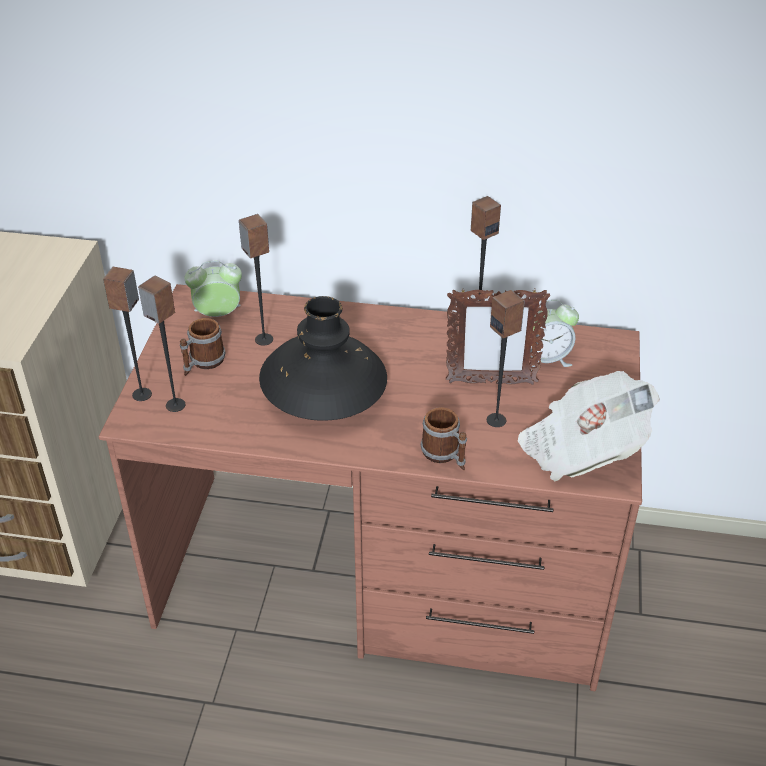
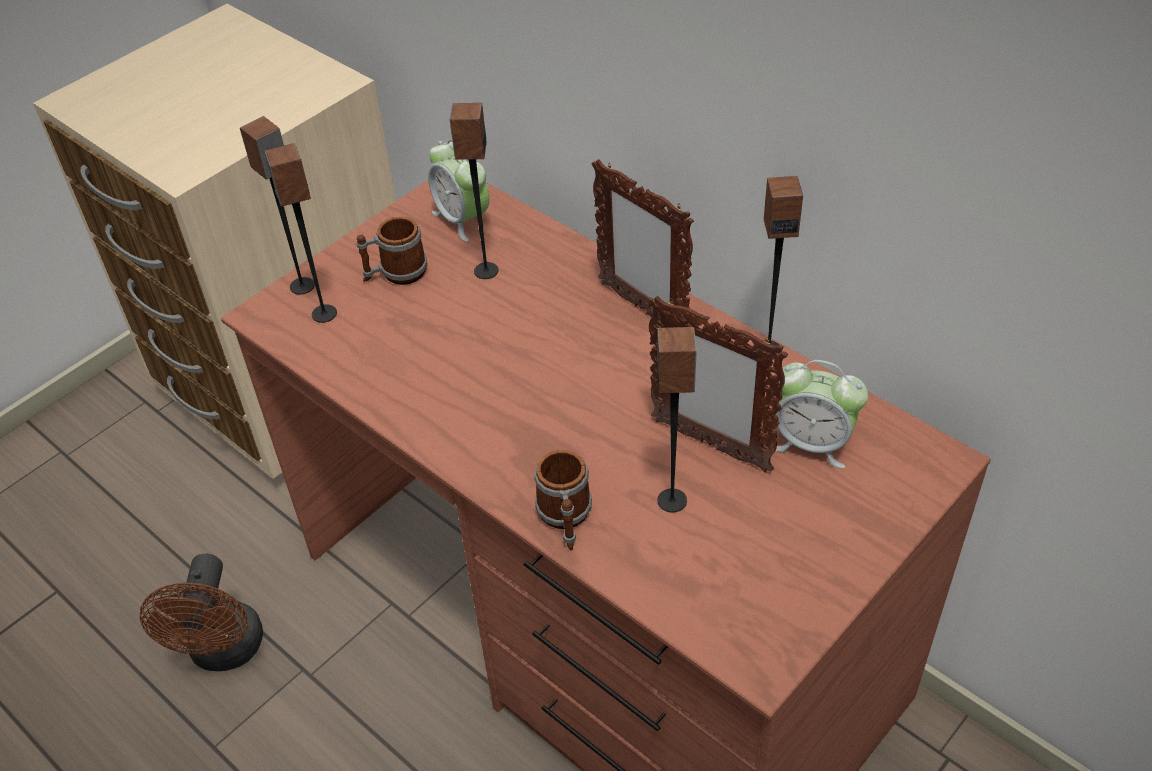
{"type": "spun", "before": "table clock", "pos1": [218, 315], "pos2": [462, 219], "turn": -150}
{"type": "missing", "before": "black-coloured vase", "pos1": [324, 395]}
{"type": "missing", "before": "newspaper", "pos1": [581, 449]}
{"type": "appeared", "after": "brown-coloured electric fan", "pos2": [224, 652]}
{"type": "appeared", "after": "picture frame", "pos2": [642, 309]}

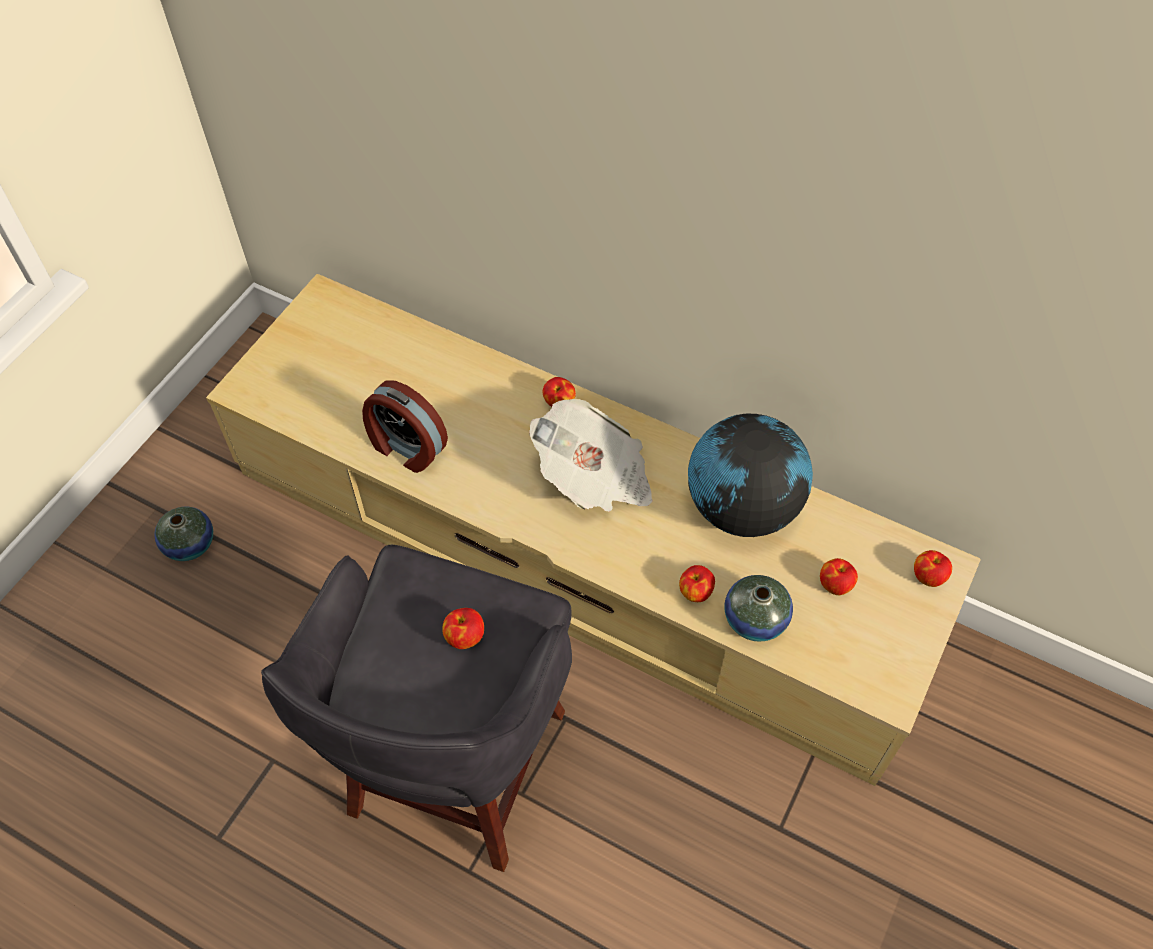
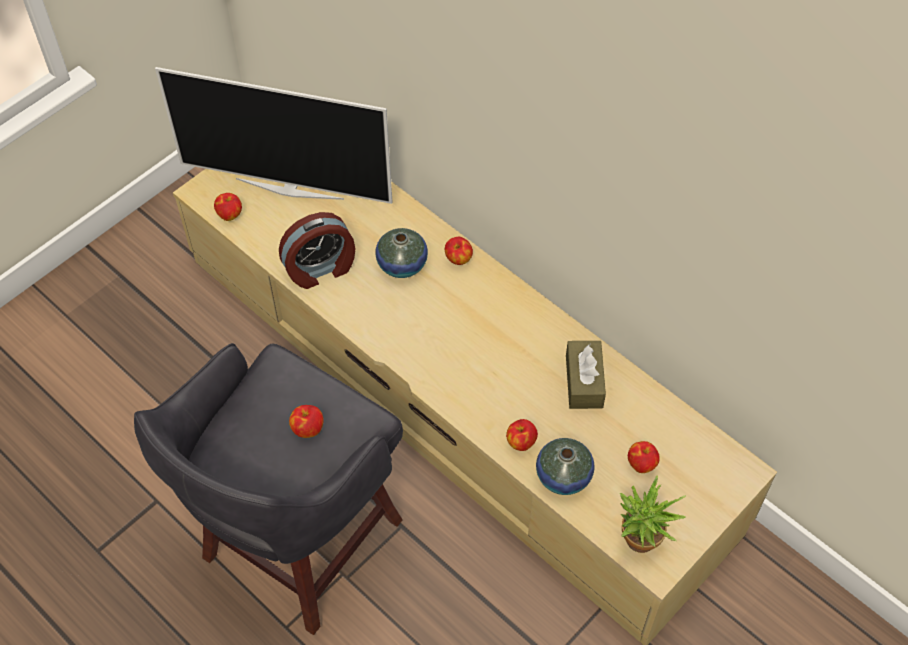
{"type": "relocated", "before": "vase", "pos1": [190, 544], "pos2": [402, 264]}
{"type": "spun", "before": "table clock", "pos1": [406, 448], "pos2": [320, 269], "turn": -75}
{"type": "missing", "before": "newspaper", "pos1": [594, 477]}
{"type": "exchanged", "before": "world globe", "after": "brown-coloured tissue box", "pos1": [741, 507], "pos2": [584, 381]}
{"type": "relocated", "before": "apple", "pos1": [928, 576], "pos2": [230, 214]}
{"type": "appeared", "after": "TV", "pos2": [290, 187]}
{"type": "appeared", "after": "potted plant", "pos2": [639, 545]}

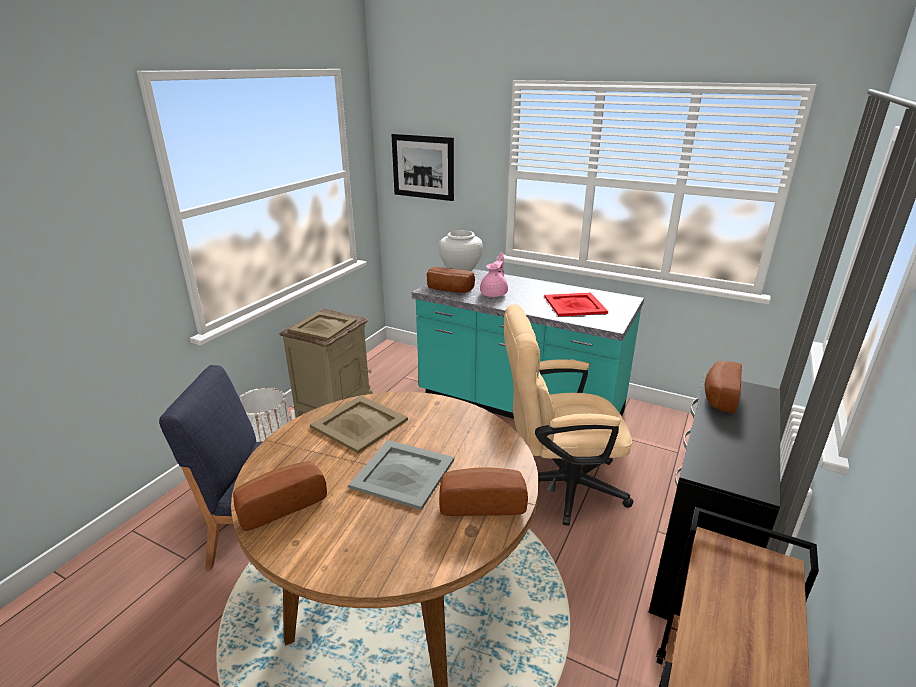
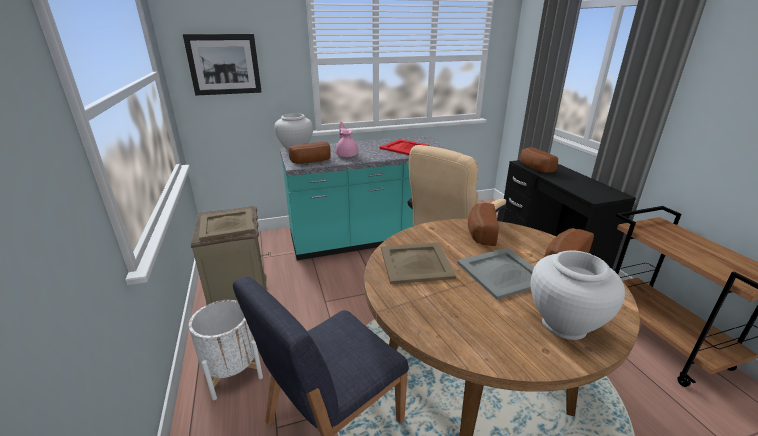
{"type": "relocated", "before": "bread", "pos1": [280, 504], "pos2": [480, 233]}
{"type": "appeared", "after": "white vase", "pos2": [564, 325]}

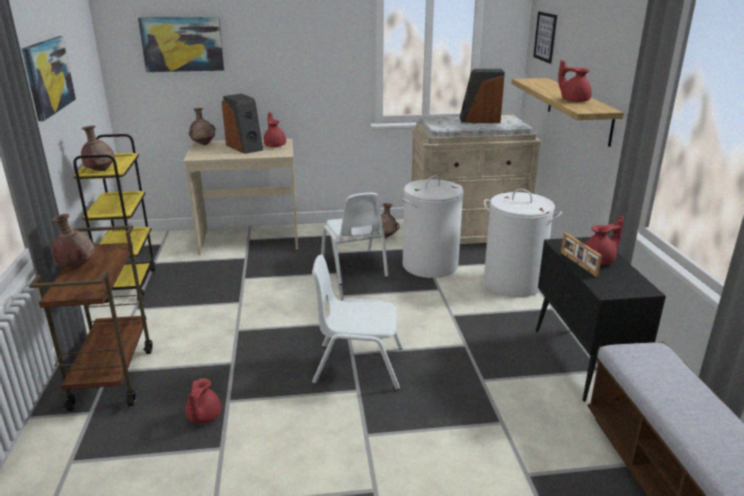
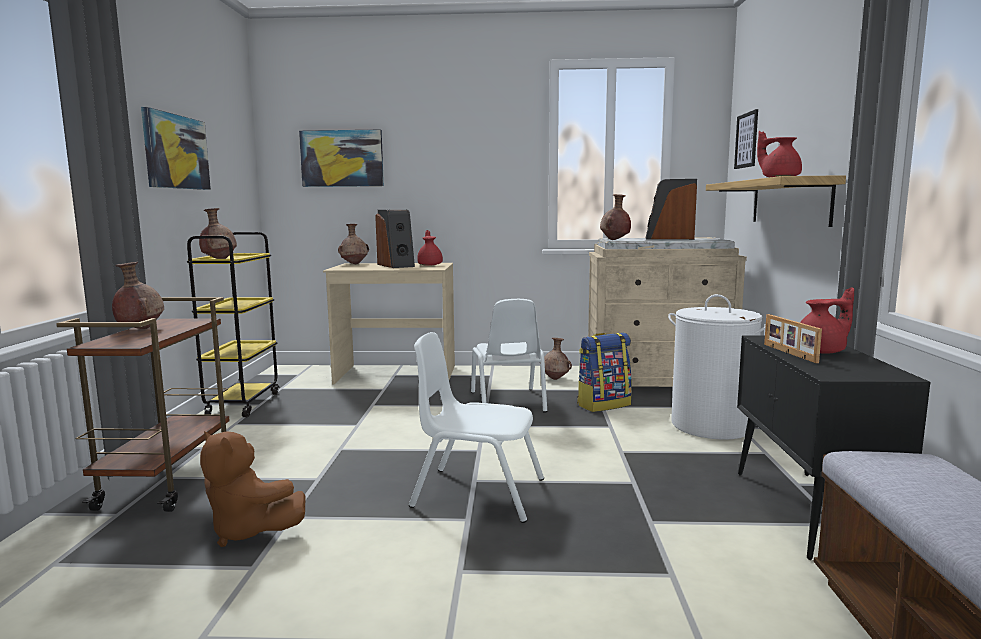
{"type": "exchanged", "before": "red-coloured tea pot", "after": "brown-coloured cuddly toy", "pos1": [203, 417], "pos2": [249, 531]}
{"type": "exchanged", "before": "white washing basket", "after": "backpack", "pos1": [430, 265], "pos2": [603, 404]}
{"type": "appeared", "after": "brown-coloured vase", "pos2": [615, 240]}

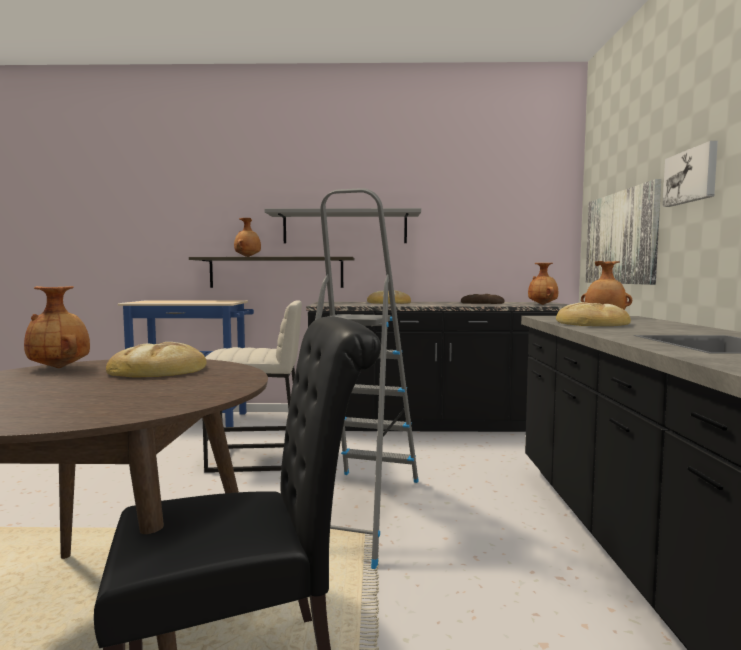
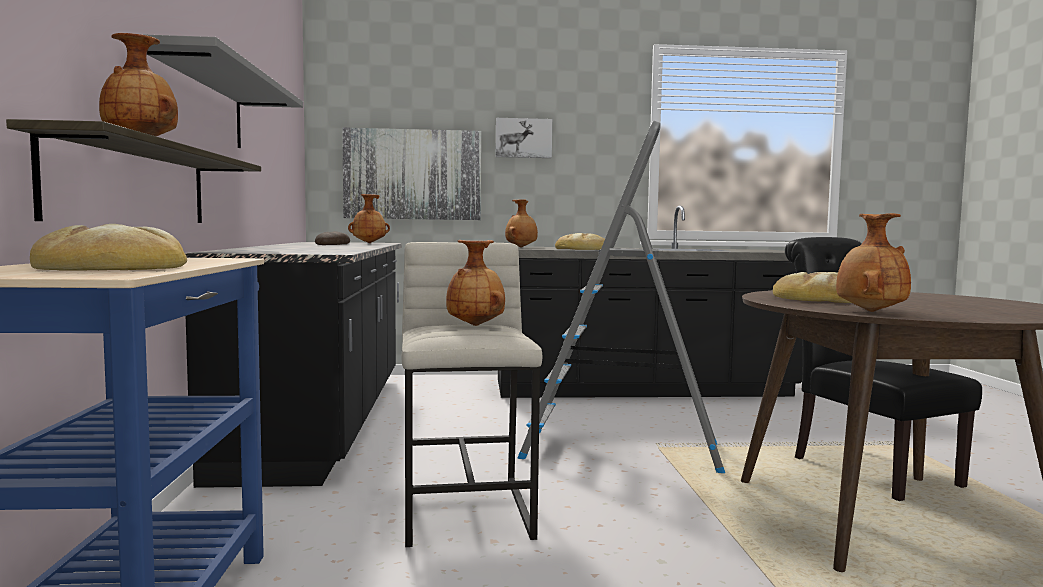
{"type": "relocated", "before": "bread", "pos1": [388, 303], "pos2": [115, 267]}
{"type": "appeared", "after": "brown-coloured vase", "pos2": [476, 325]}

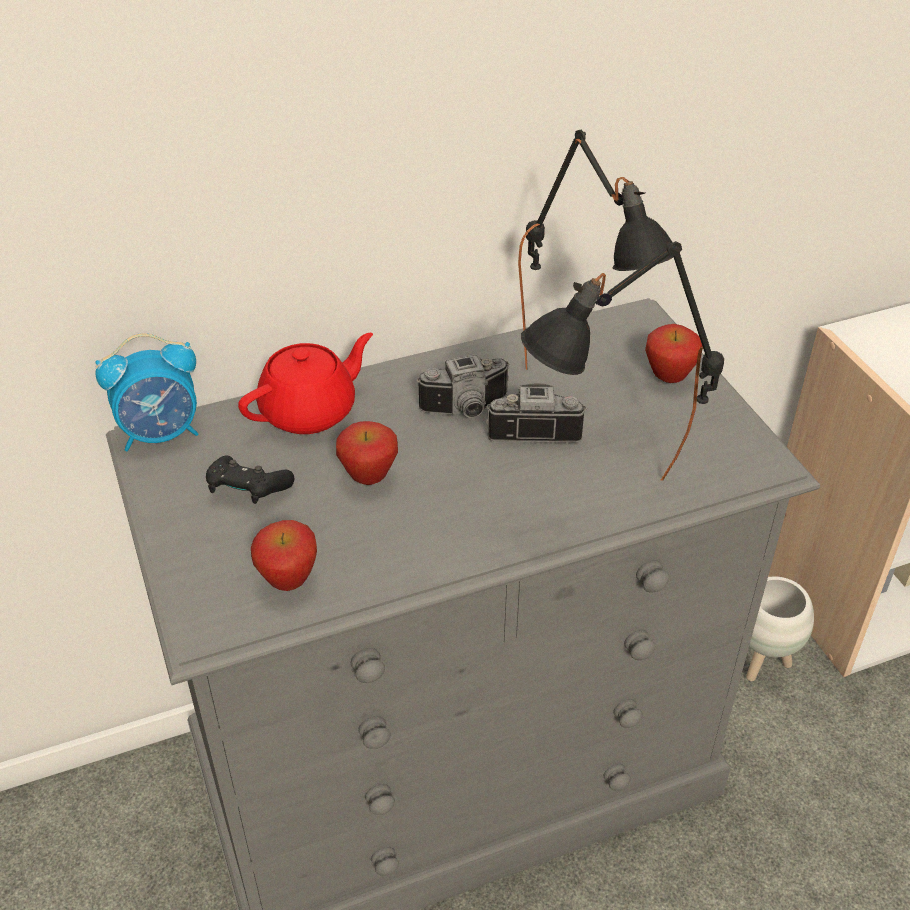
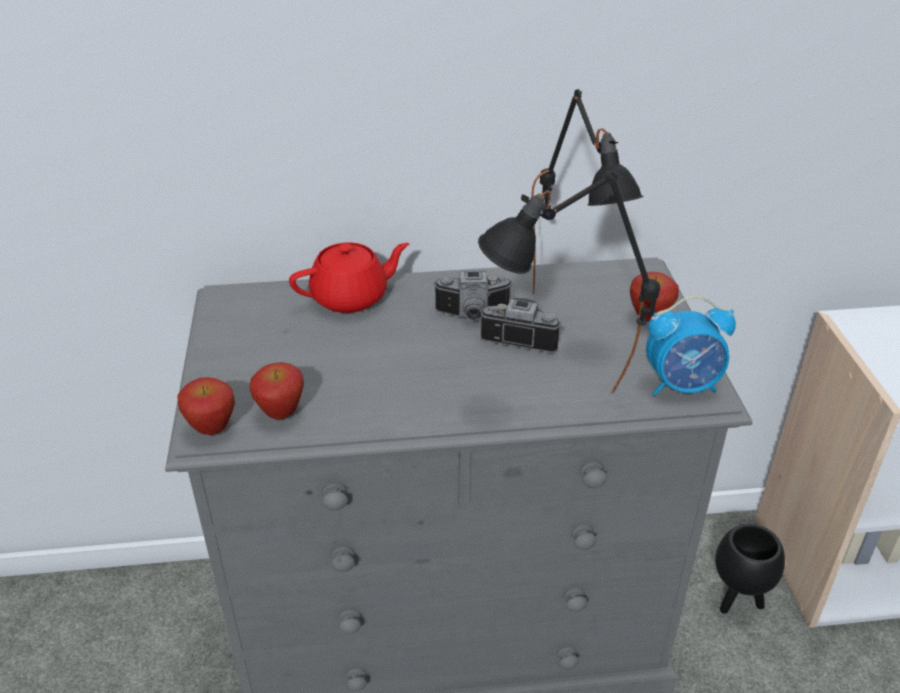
{"type": "relocated", "before": "table clock", "pos1": [161, 434], "pos2": [682, 385]}
{"type": "missing", "before": "black-coloured joypad", "pos1": [248, 491]}
{"type": "relocated", "before": "apple", "pos1": [369, 478], "pos2": [212, 429]}
{"type": "colour", "before": "white planter", "after": "black-coloured planter", "pos1": [762, 663], "pos2": [737, 600]}

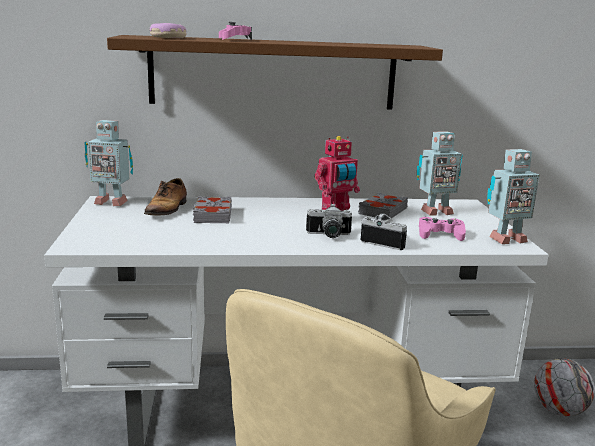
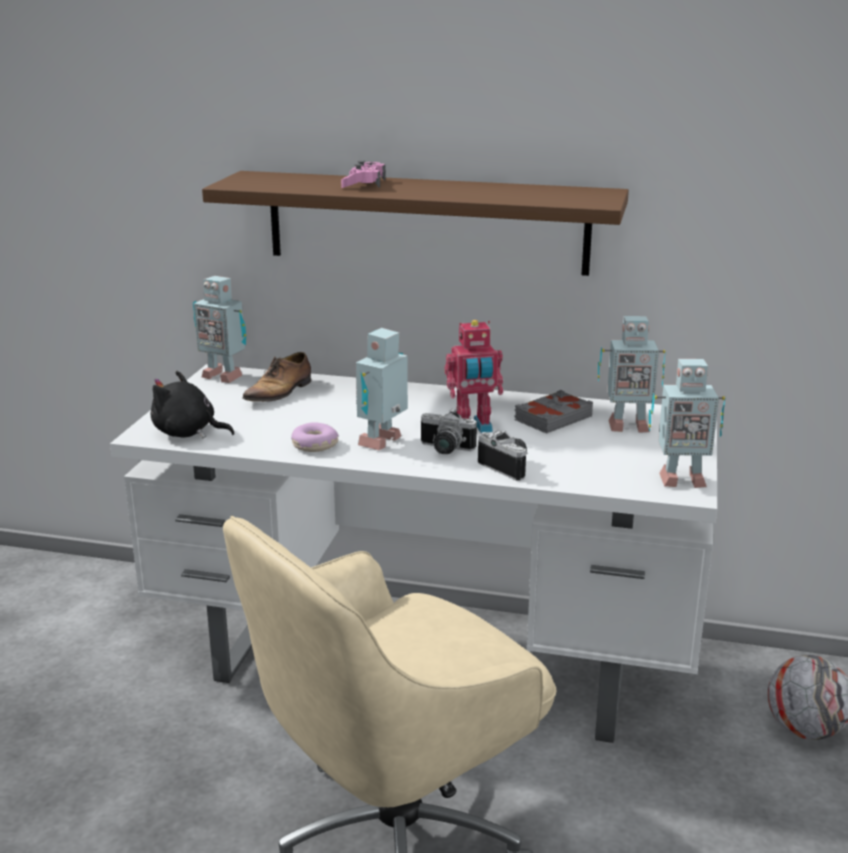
{"type": "relocated", "before": "donut", "pos1": [167, 38], "pos2": [314, 445]}
{"type": "missing", "before": "greyish book", "pos1": [212, 215]}
{"type": "missing", "before": "pink joypad", "pos1": [440, 234]}
{"type": "appeared", "after": "black-coloured cuddly toy", "pos2": [188, 433]}
{"type": "appeared", "after": "model robot", "pos2": [384, 442]}

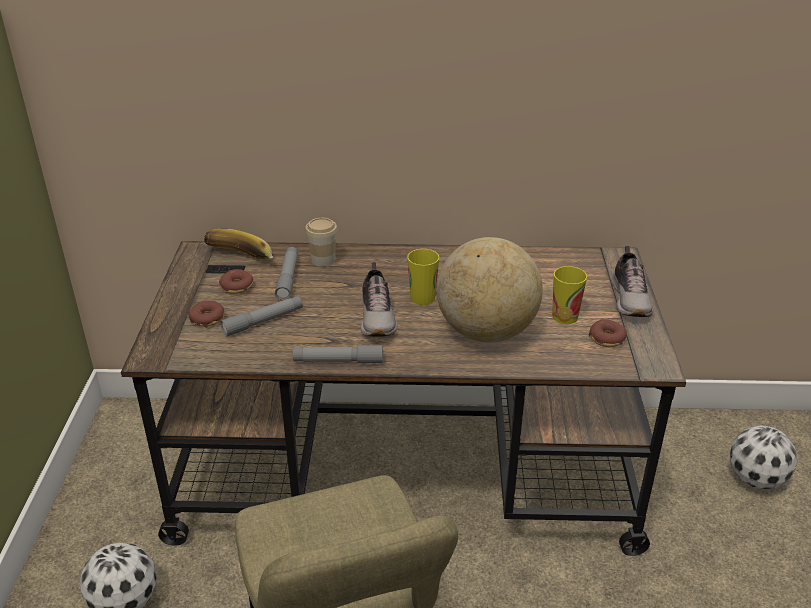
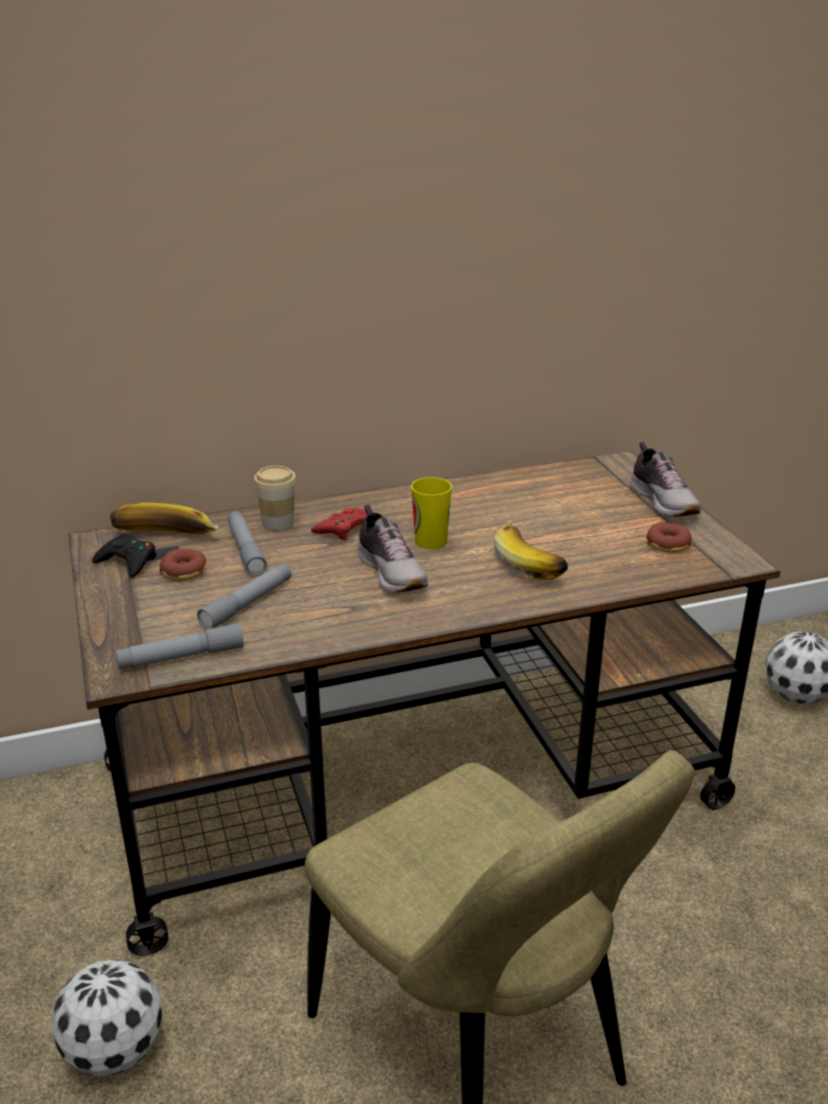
{"type": "missing", "before": "donut", "pos1": [207, 318]}
{"type": "relocated", "before": "greyish torch", "pos1": [338, 361], "pos2": [181, 657]}
{"type": "exchanged", "before": "world globe", "after": "banana", "pos1": [486, 332], "pos2": [532, 563]}
{"type": "missing", "before": "small cup", "pos1": [565, 316]}
{"type": "appeared", "after": "black-coloured joypad", "pos2": [128, 561]}
{"type": "appeared", "after": "red-coloured joypad", "pos2": [343, 529]}

